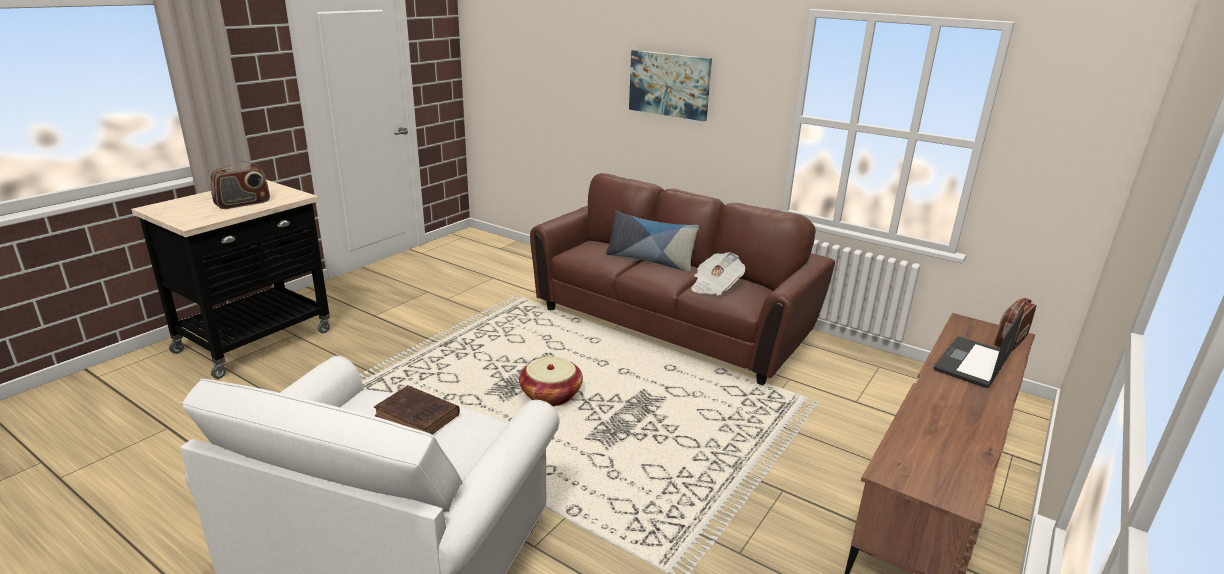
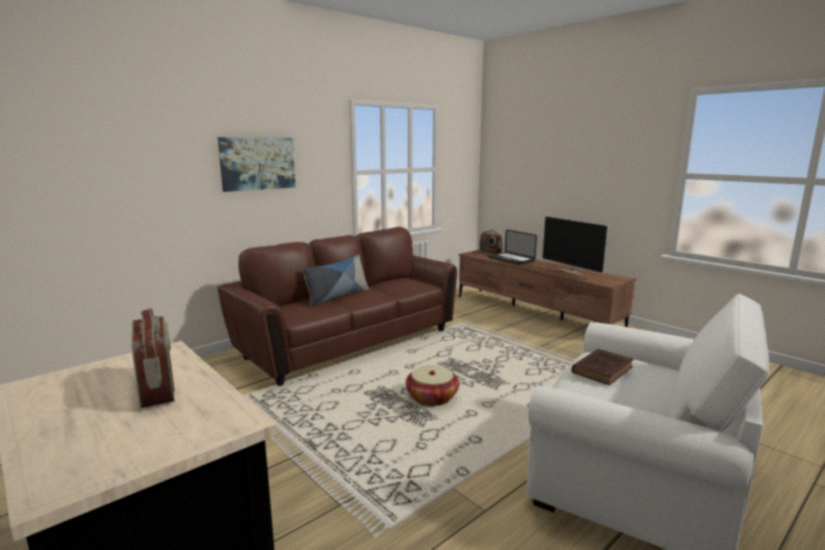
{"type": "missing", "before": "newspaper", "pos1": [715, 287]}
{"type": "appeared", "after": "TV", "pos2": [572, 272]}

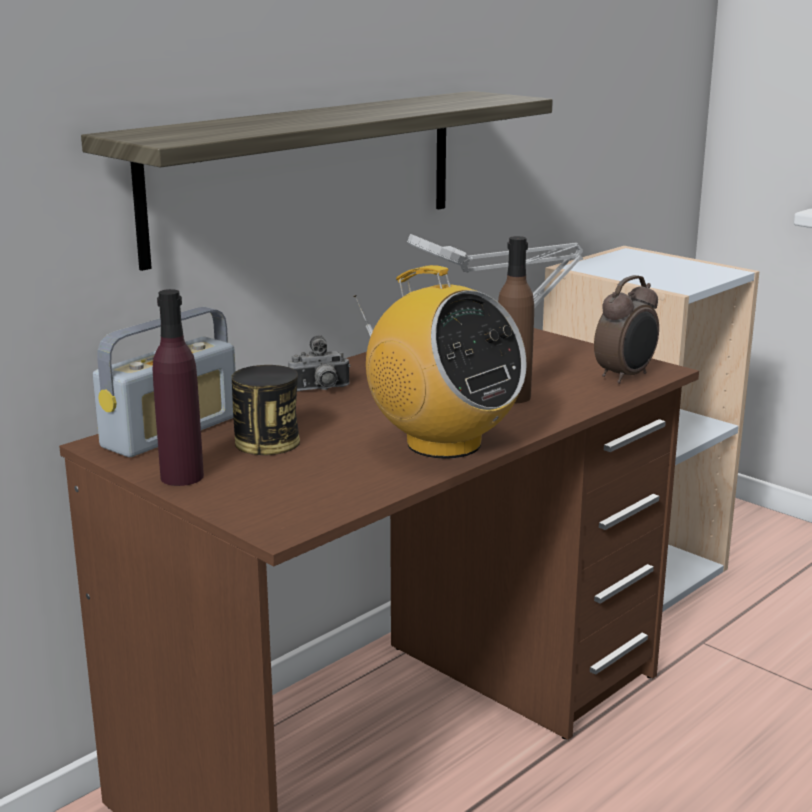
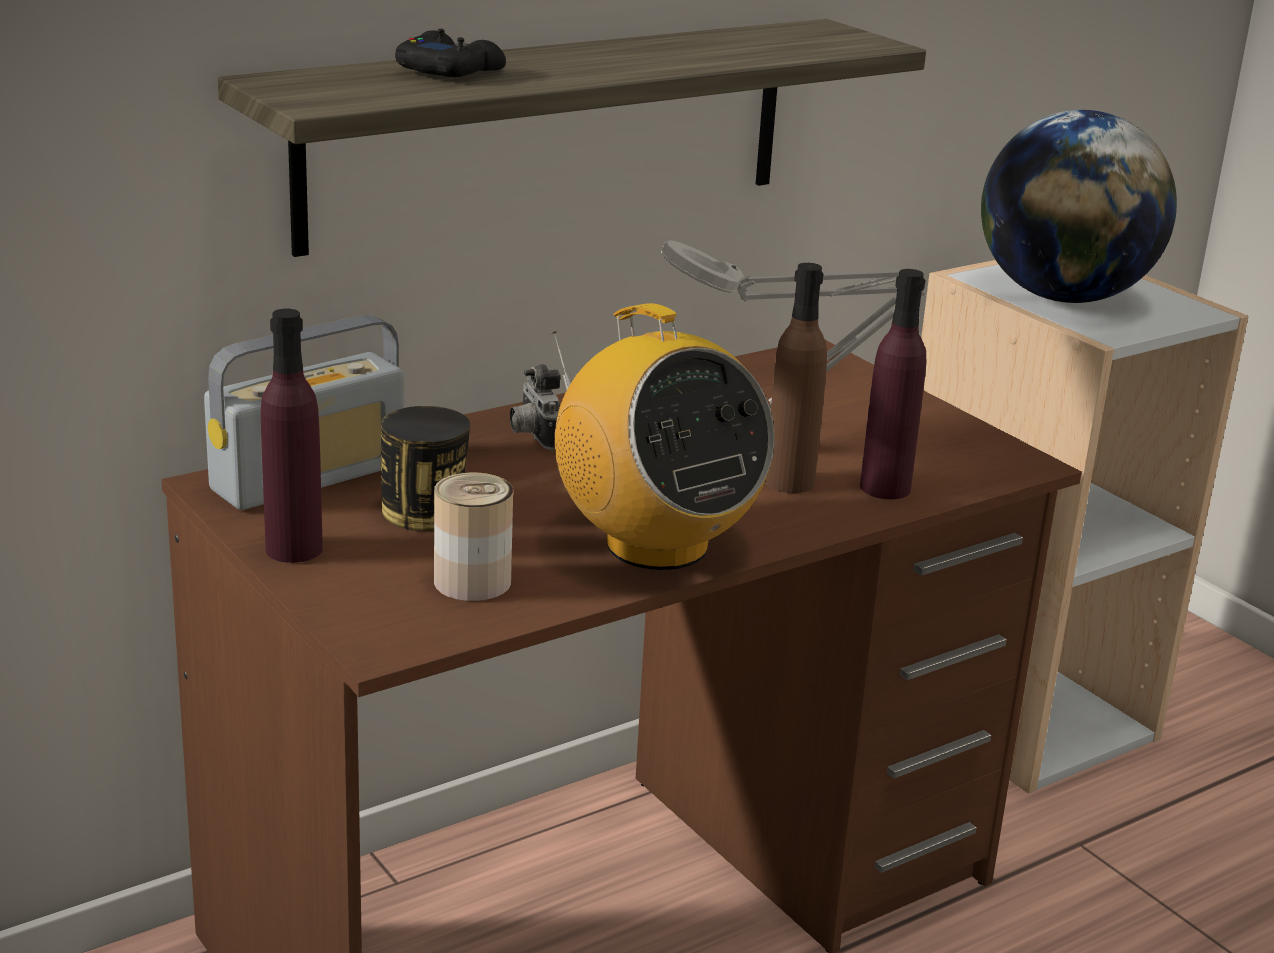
{"type": "spun", "before": "photo camera", "pos1": [320, 390], "pos2": [533, 436], "turn": 75}
{"type": "missing", "before": "table clock", "pos1": [626, 376]}
{"type": "appeared", "after": "black-coloured joypad", "pos2": [449, 70]}
{"type": "appeared", "after": "can", "pos2": [472, 581]}
{"type": "appeared", "after": "purple beverage bottle", "pos2": [885, 488]}
{"type": "appeared", "after": "world globe", "pos2": [1063, 297]}

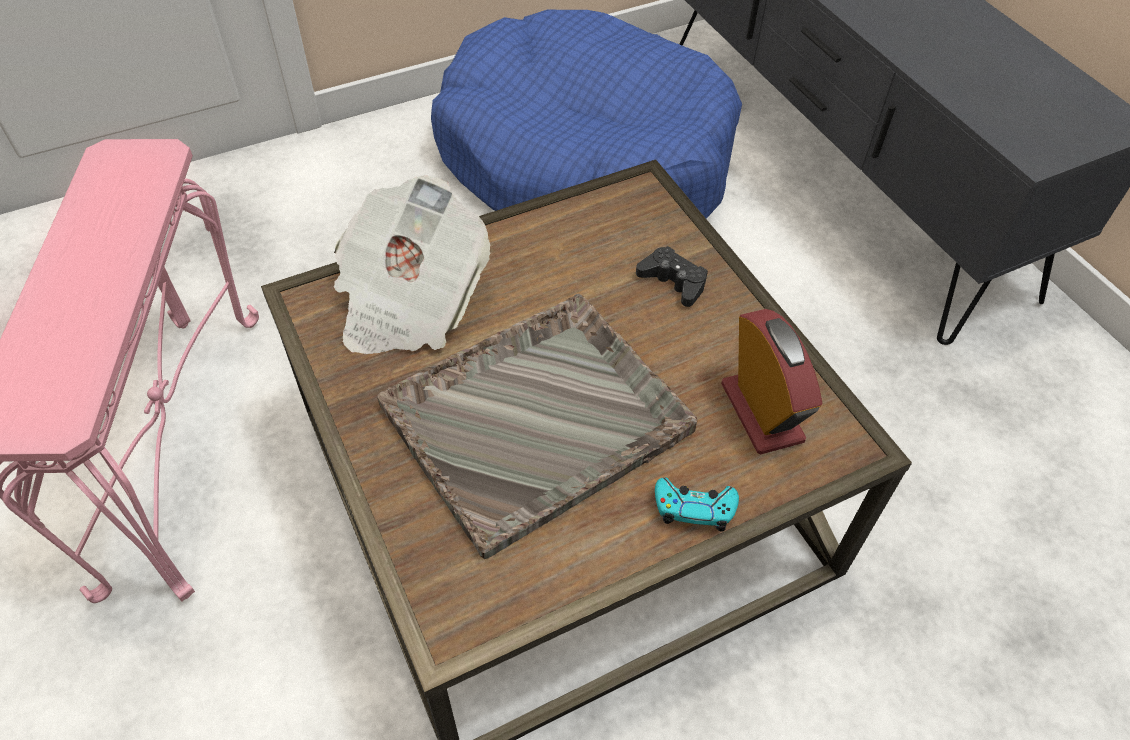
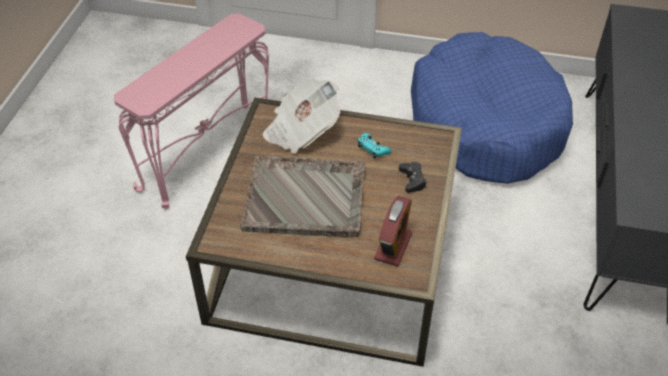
{"type": "relocated", "before": "turquoise-coloured joypad", "pos1": [694, 508], "pos2": [373, 149]}

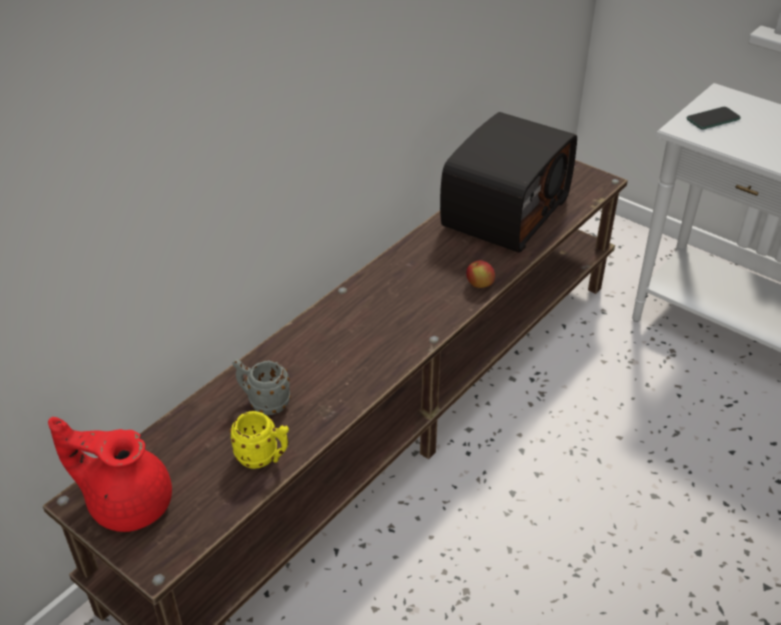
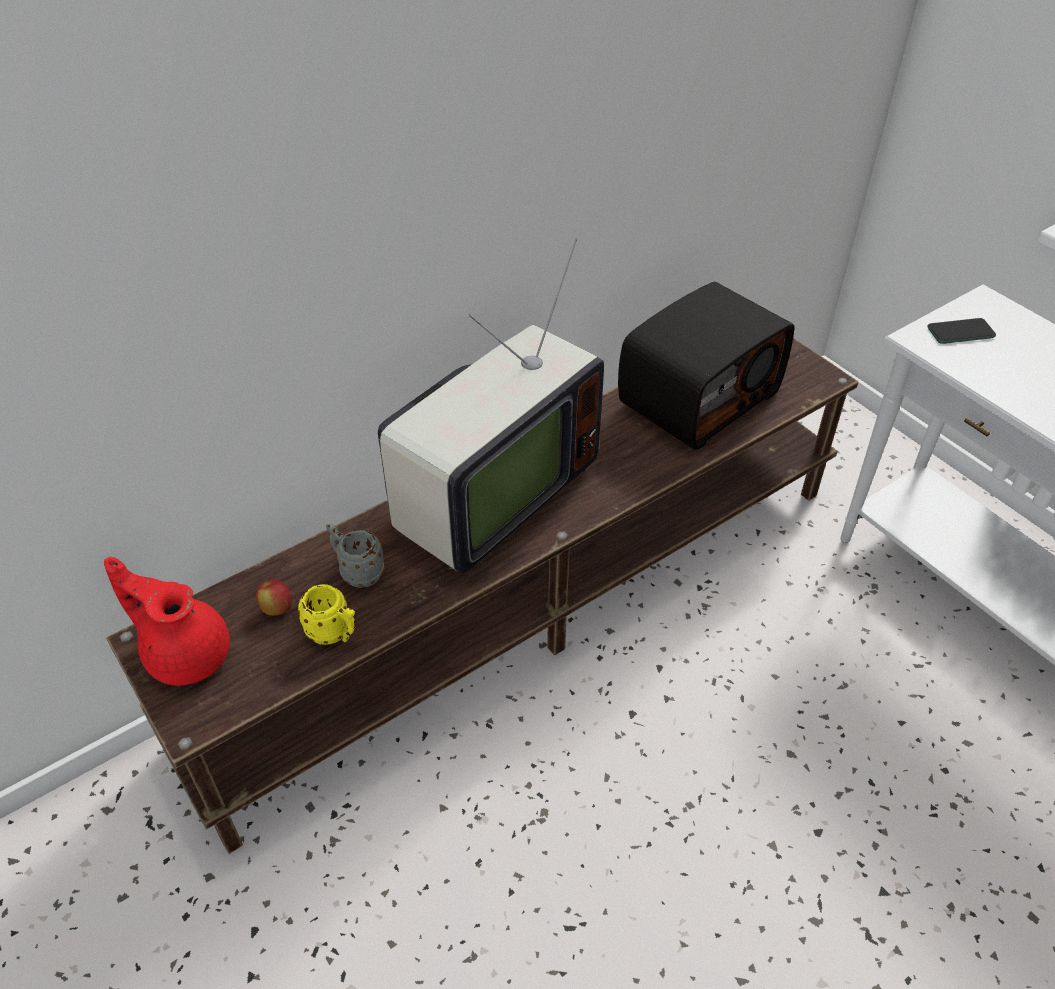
{"type": "relocated", "before": "apple", "pos1": [479, 285], "pos2": [276, 608]}
{"type": "appeared", "after": "TV", "pos2": [488, 498]}

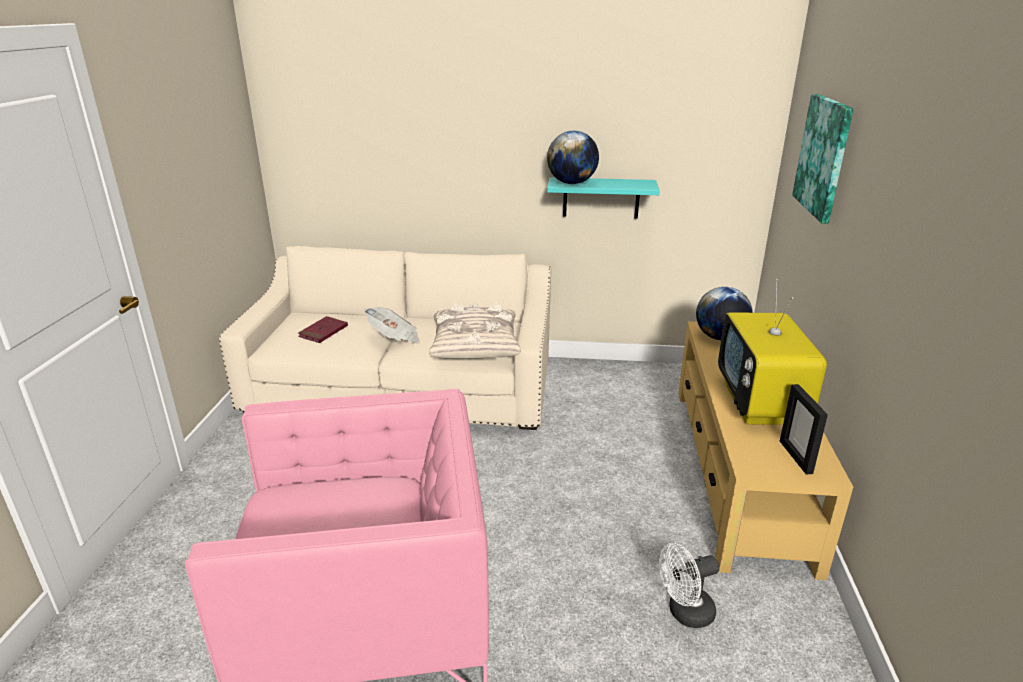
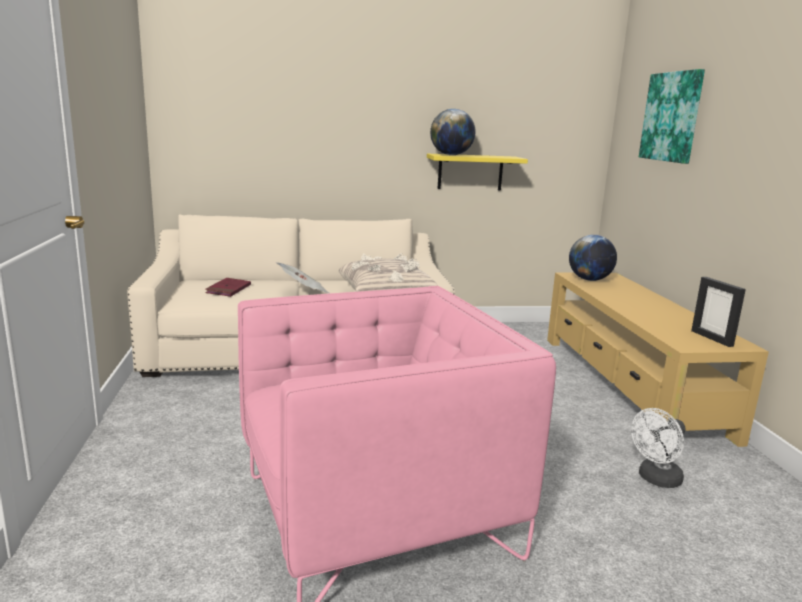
{"type": "colour", "before": "turquoise-coloured wall shelf", "after": "yellowish wall shelf", "pos1": [601, 198], "pos2": [470, 172]}
{"type": "missing", "before": "TV", "pos1": [760, 404]}

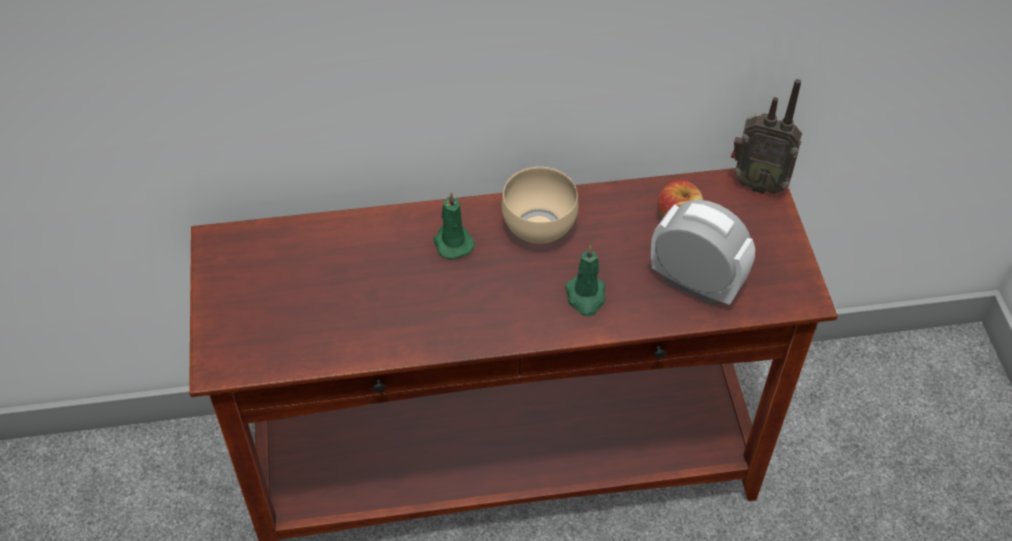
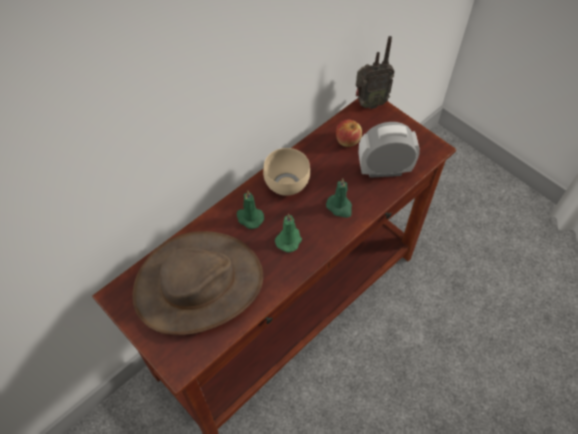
{"type": "appeared", "after": "brown-coloured hat", "pos2": [198, 285]}
{"type": "appeared", "after": "green wax candle", "pos2": [289, 239]}

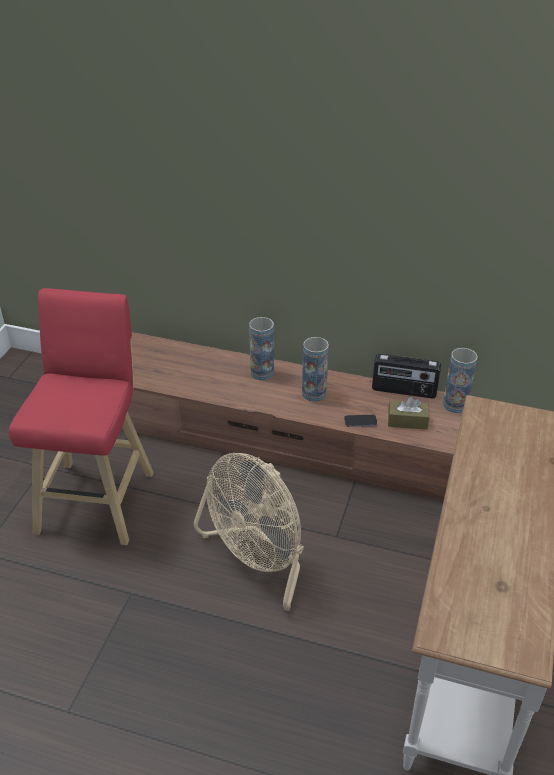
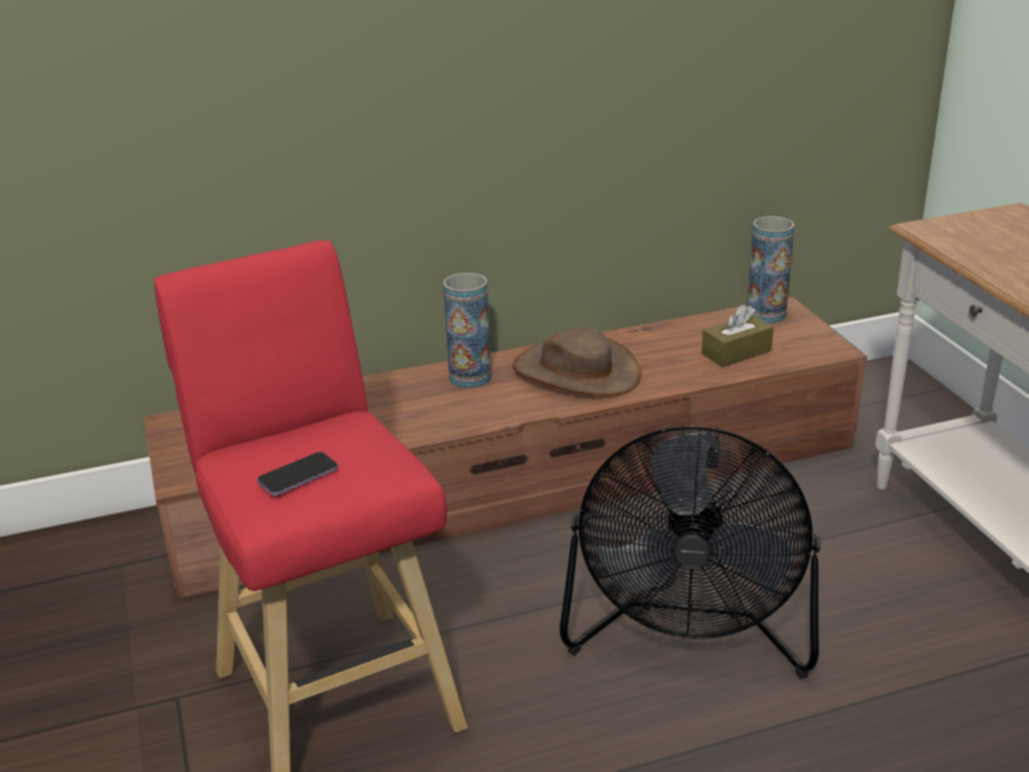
{"type": "colour", "before": "sand-coloured electric fan", "after": "black-coloured electric fan", "pos1": [259, 554], "pos2": [680, 631]}
{"type": "exchanged", "before": "vase", "after": "brown-coloured hat", "pos1": [314, 393], "pos2": [576, 371]}
{"type": "relocated", "before": "phone", "pos1": [360, 421], "pos2": [298, 476]}
{"type": "missing", "before": "radio receiver", "pos1": [404, 391]}

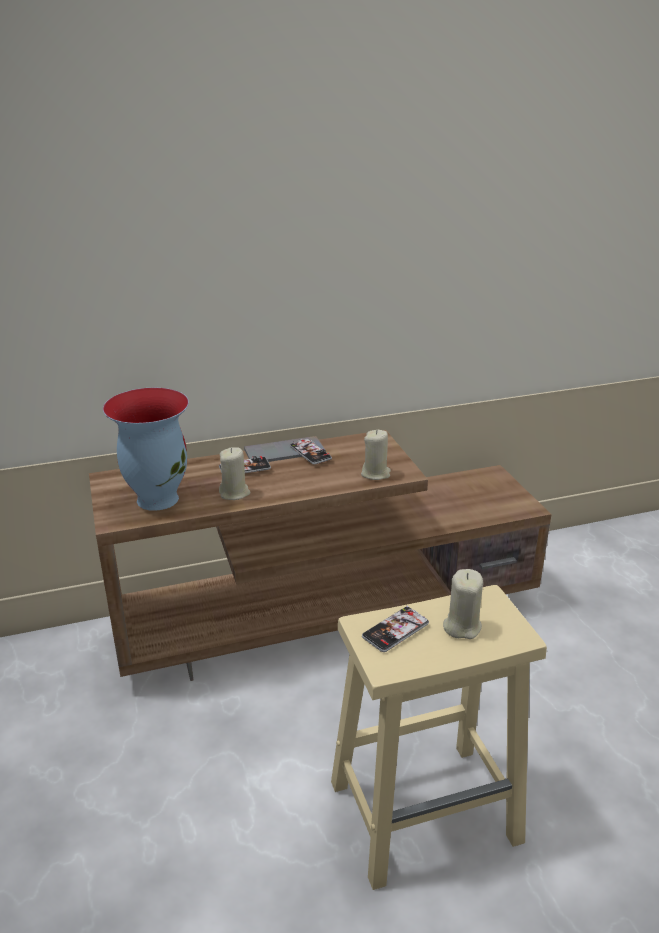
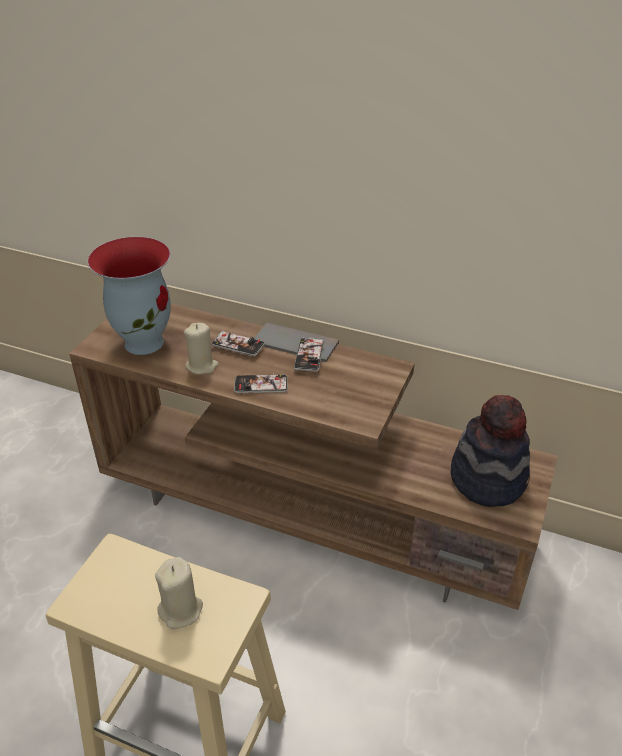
{"type": "missing", "before": "sand-coloured wax candle", "pos1": [376, 473]}
{"type": "relocated", "before": "phone", "pos1": [395, 630], "pos2": [261, 385]}
{"type": "appeared", "after": "hat", "pos2": [488, 478]}

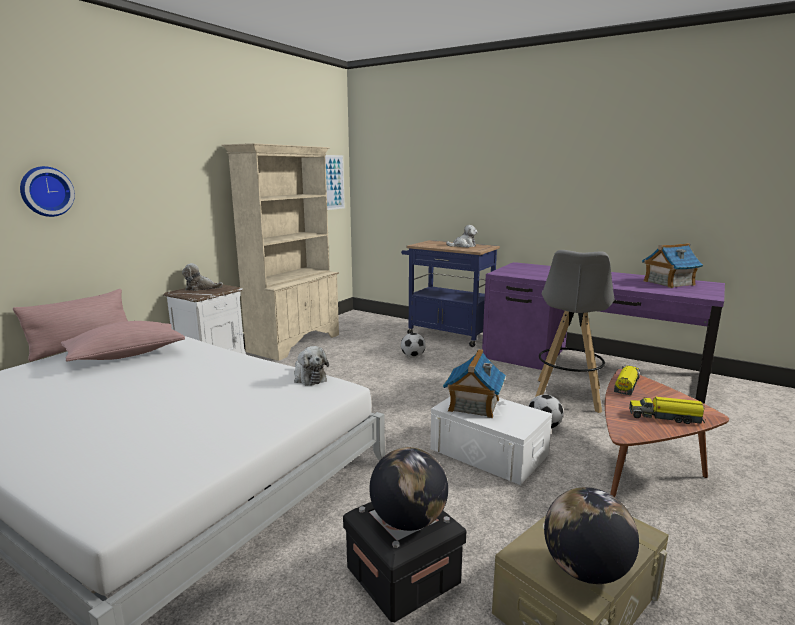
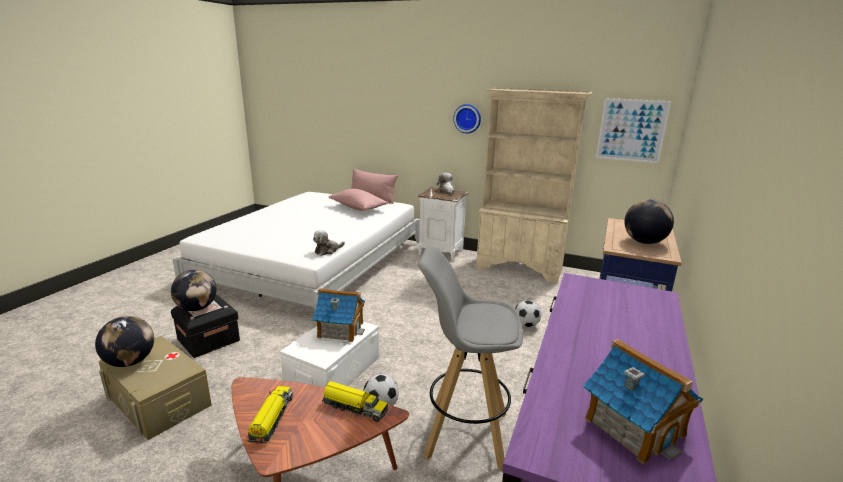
{"type": "relocated", "before": "clock on the wall", "pos1": [46, 191], "pos2": [467, 118]}
{"type": "exchanged", "before": "cuddly toy", "after": "world globe", "pos1": [463, 246], "pos2": [644, 242]}

